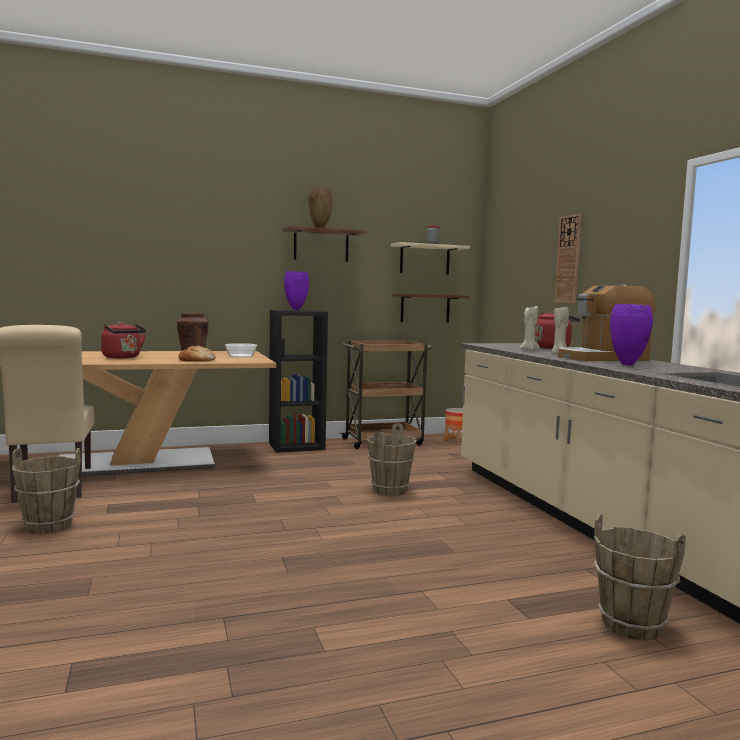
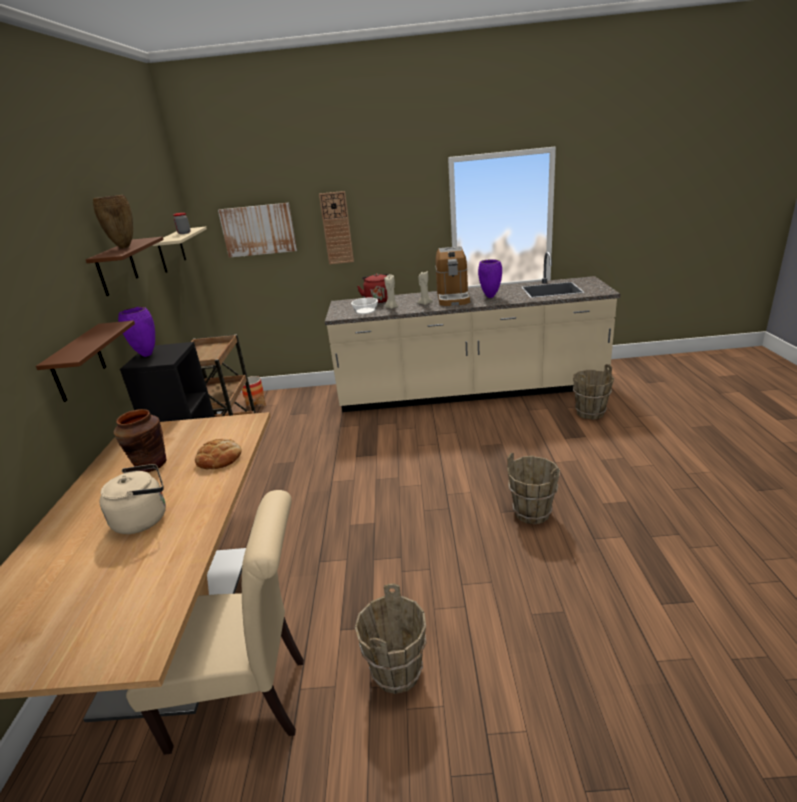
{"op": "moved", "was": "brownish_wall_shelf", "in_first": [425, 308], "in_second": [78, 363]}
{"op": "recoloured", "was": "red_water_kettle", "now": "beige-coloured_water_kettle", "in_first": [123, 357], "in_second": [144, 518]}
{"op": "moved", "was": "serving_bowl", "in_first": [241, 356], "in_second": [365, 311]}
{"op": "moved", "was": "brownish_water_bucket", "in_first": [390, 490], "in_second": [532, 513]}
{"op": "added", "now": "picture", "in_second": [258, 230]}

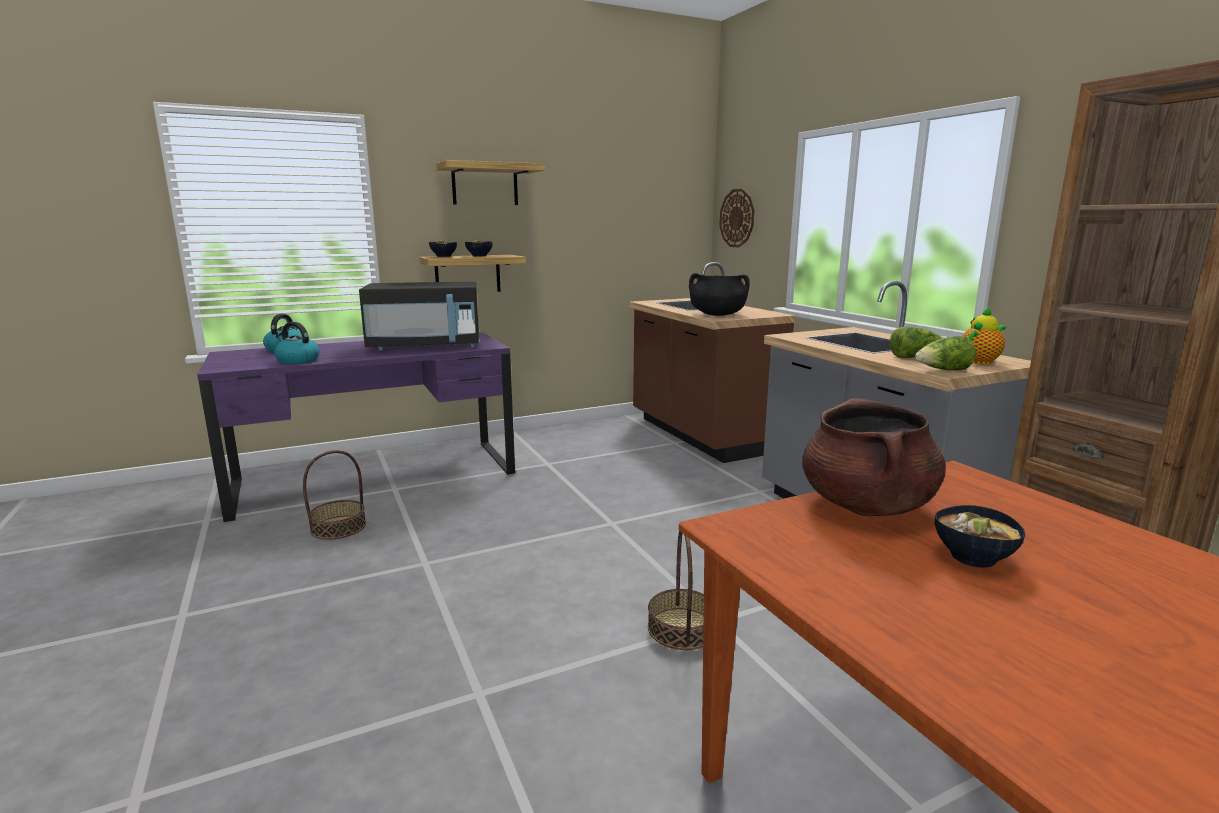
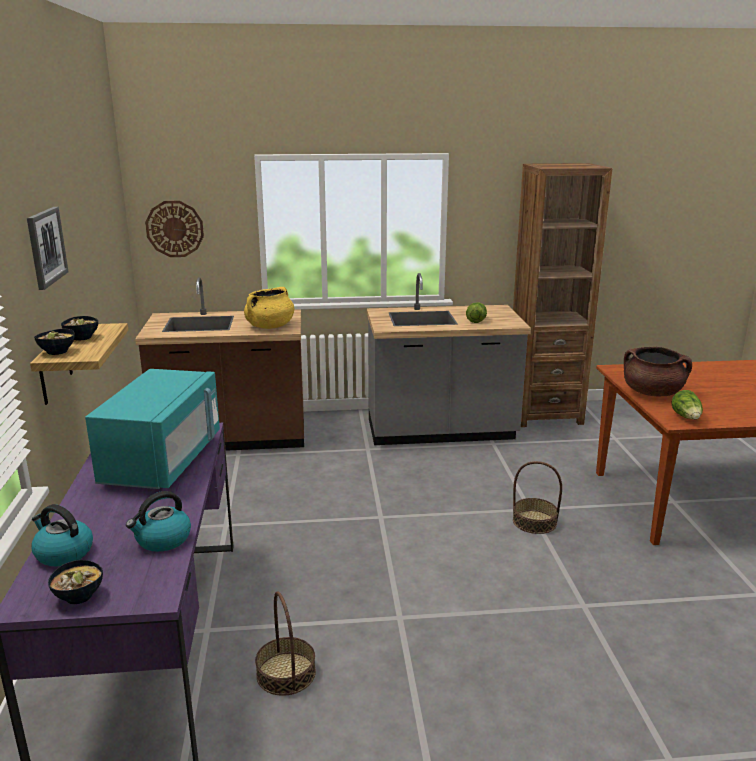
{"op": "replaced", "was": "wall_shelf", "now": "picture", "in_first": [485, 185], "in_second": [46, 247]}
{"op": "recoloured", "was": "blackish_stockpot", "now": "yellowish_stockpot", "in_first": [717, 315], "in_second": [270, 326]}
{"op": "recoloured", "was": "blackish_microwave", "now": "turquoise-coloured_microwave", "in_first": [426, 346], "in_second": [163, 461]}
{"op": "removed", "was": "pot_for_tea", "in_first": [980, 361]}
{"op": "moved", "was": "head_of_lettuce", "in_first": [943, 371], "in_second": [687, 417]}
{"op": "moved", "was": "serving_bowl", "in_first": [971, 558], "in_second": [78, 597]}

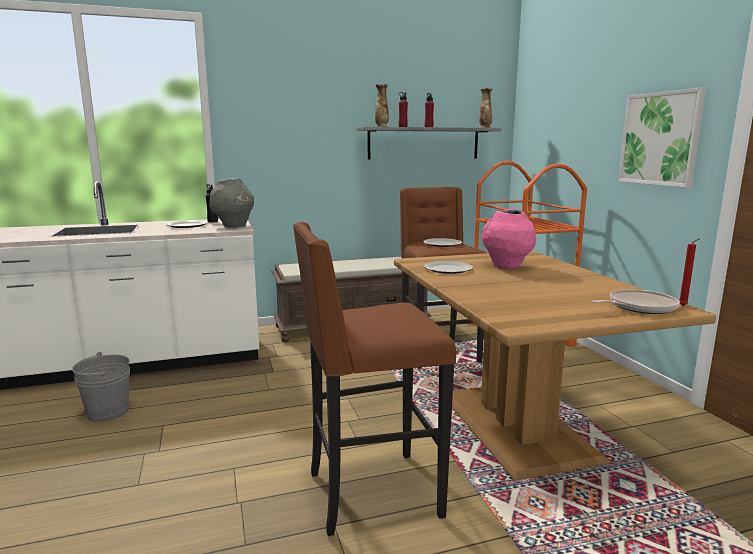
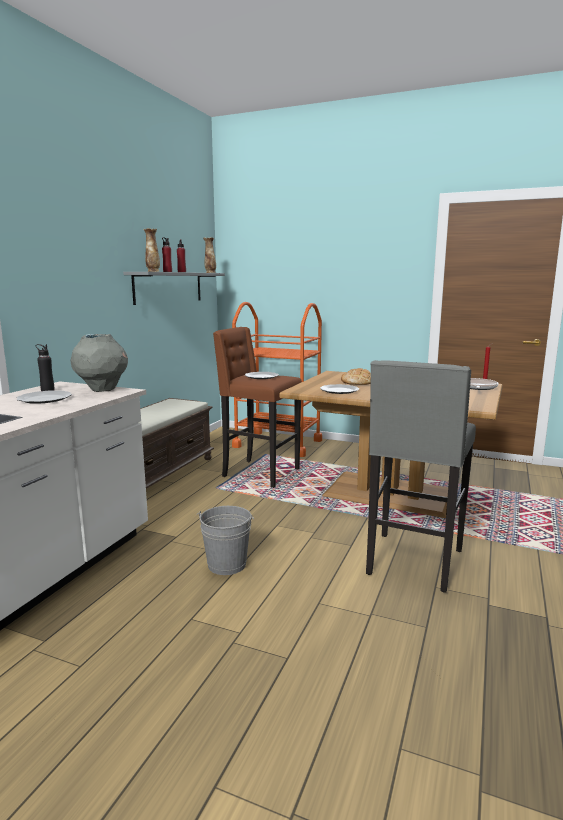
{"op": "removed", "was": "picture", "in_first": [660, 139]}
{"op": "replaced", "was": "pink-coloured_decorative_vase", "now": "baked_bread", "in_first": [506, 266], "in_second": [357, 382]}
{"op": "recoloured", "was": "brownish_stool_seat", "now": "greyish_stool_seat", "in_first": [370, 494], "in_second": [413, 563]}
{"op": "moved", "was": "greyish_water_bucket", "in_first": [108, 412], "in_second": [226, 564]}

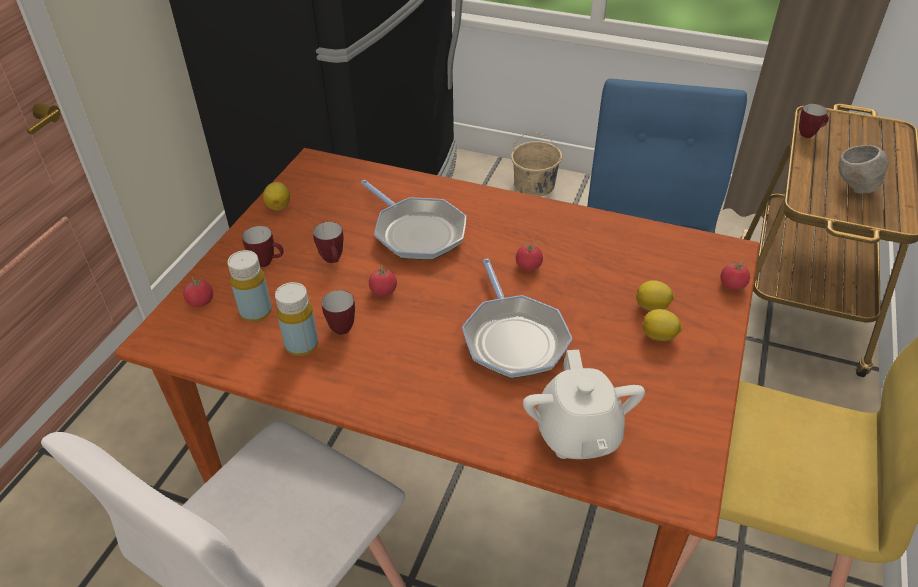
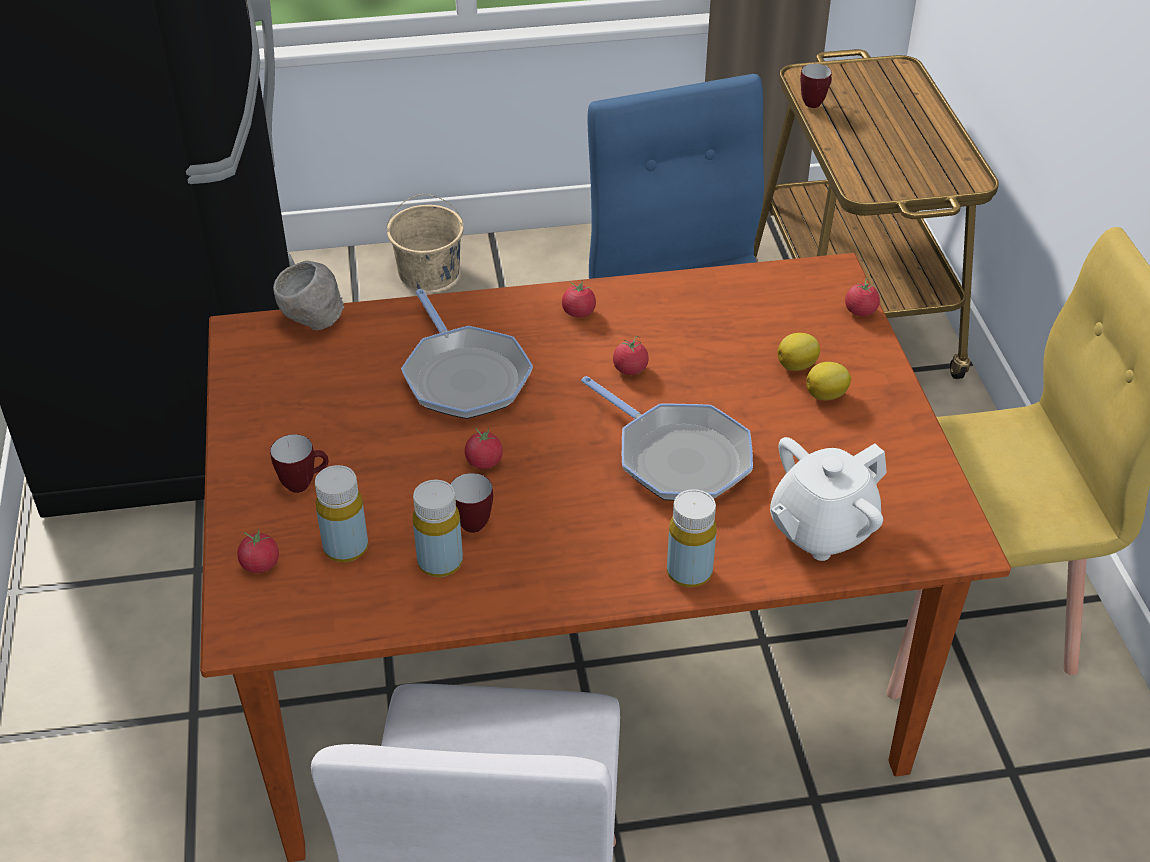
{"op": "moved", "was": "greyish_serving_bowl", "in_first": [855, 188], "in_second": [313, 323]}
{"op": "turned", "was": "frying_pan", "in_first": [417, 232], "in_second": [464, 376], "clockwise": 45}
{"op": "removed", "was": "whole_lemon", "in_first": [279, 206]}
{"op": "removed", "was": "tea_mug", "in_first": [333, 261]}
{"op": "turned", "was": "whitish_pot_for_tea", "in_first": [578, 435], "in_second": [821, 530], "clockwise": 90}
{"op": "added", "now": "tomato", "in_second": [578, 312]}
{"op": "added", "now": "yellowish_drink_bottle", "in_second": [689, 572]}

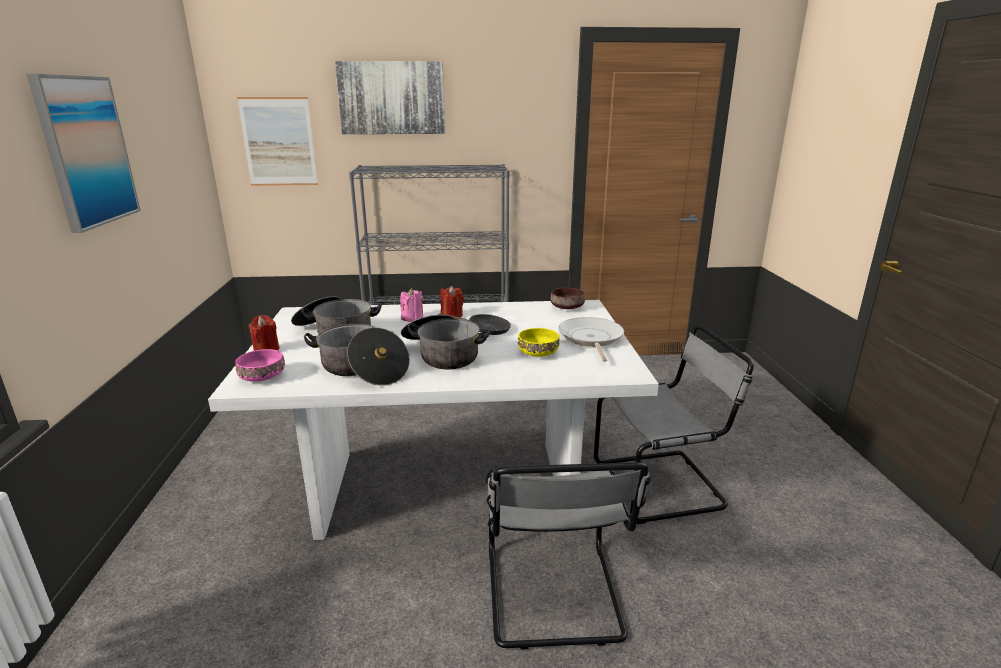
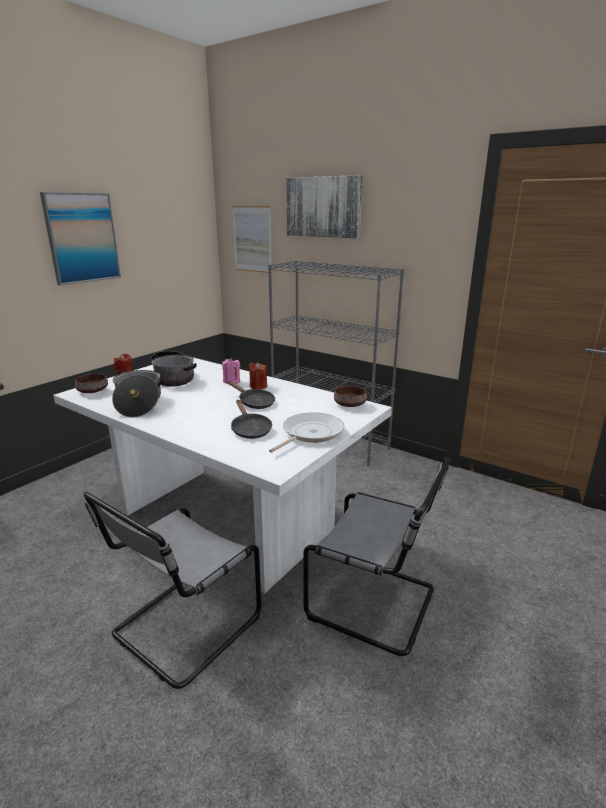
{"op": "removed", "was": "stockpot", "in_first": [442, 354]}
{"op": "replaced", "was": "yellowish_serving_bowl", "now": "blackish_frying_pan", "in_first": [537, 353], "in_second": [250, 430]}
{"op": "recoloured", "was": "pink-coloured_serving_bowl", "now": "brownish_serving_bowl", "in_first": [261, 377], "in_second": [92, 391]}

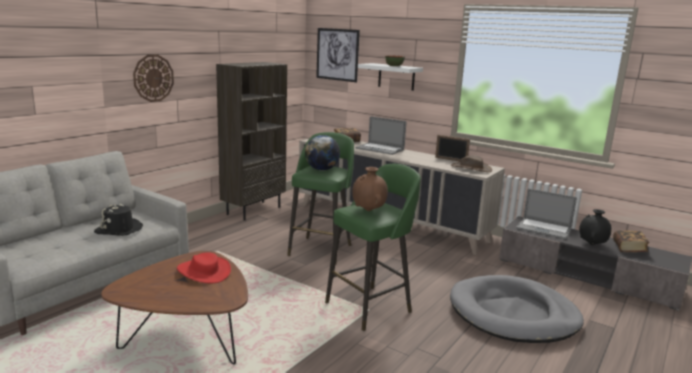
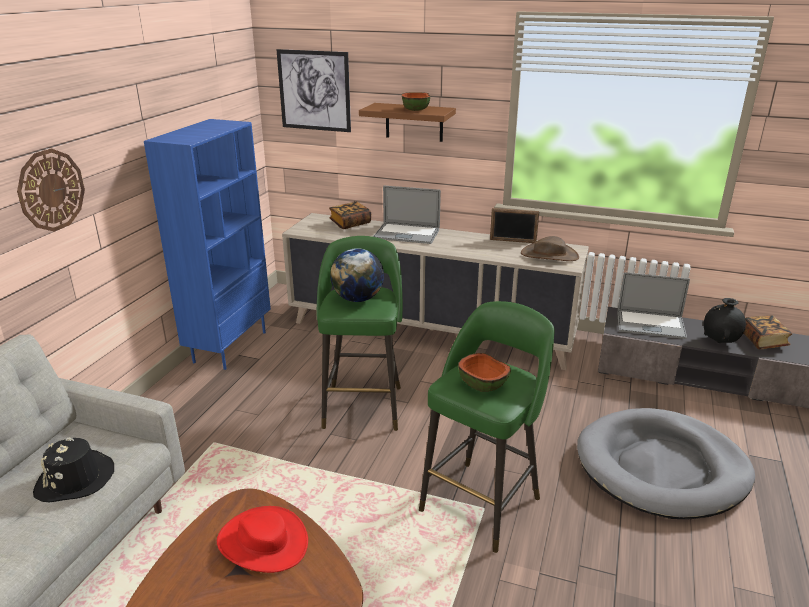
{"op": "recoloured", "was": "brownish_bookcase", "now": "blue-coloured_bookcase", "in_first": [253, 210], "in_second": [230, 346]}
{"op": "recoloured", "was": "whitish_wall_shelf", "now": "brownish_wall_shelf", "in_first": [396, 77], "in_second": [414, 122]}
{"op": "replaced", "was": "brownish_decorative_vase", "now": "serving_bowl", "in_first": [369, 210], "in_second": [483, 385]}

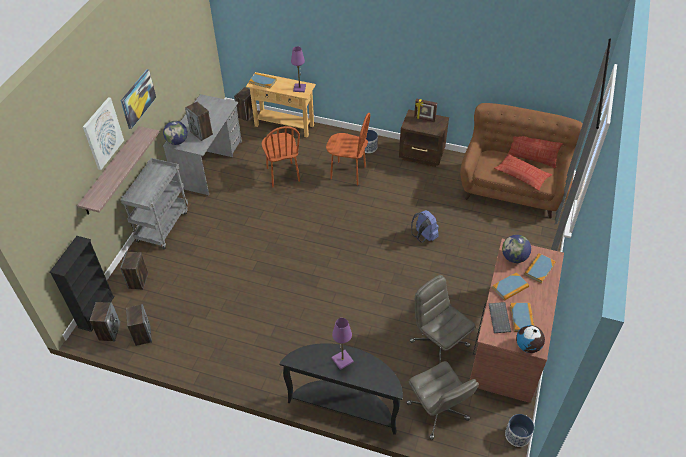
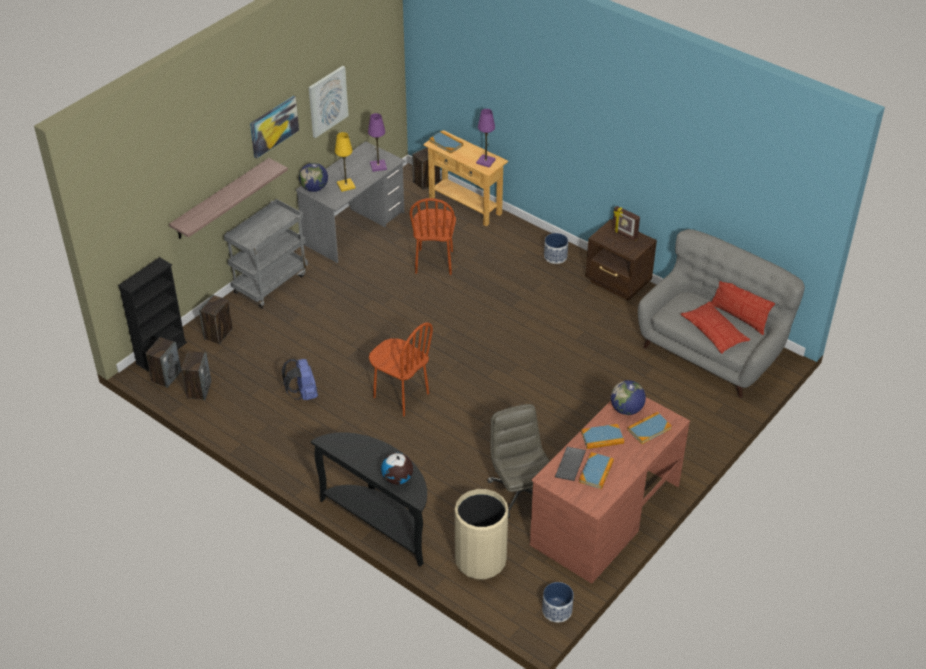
{"op": "moved", "was": "picture", "in_first": [103, 133], "in_second": [327, 101]}
{"op": "replaced", "was": "speaker", "now": "yellowish_table_lamp", "in_first": [201, 133], "in_second": [346, 186]}
{"op": "recoloured", "was": "brownish_couch", "now": "greyish_couch", "in_first": [512, 189], "in_second": [712, 351]}
{"op": "moved", "was": "brownish_upright_chair", "in_first": [348, 173], "in_second": [401, 396]}
{"op": "moved", "was": "blue-coloured_knapsack", "in_first": [423, 237], "in_second": [303, 394]}
{"op": "moved", "was": "purple_table_lamp", "in_first": [342, 360], "in_second": [378, 166]}
{"op": "moved", "was": "desk_globe", "in_first": [528, 346], "in_second": [397, 479]}
{"op": "replaced", "was": "greyish_office_chair", "now": "beige-coloured_trash_can", "in_first": [438, 412], "in_second": [480, 560]}

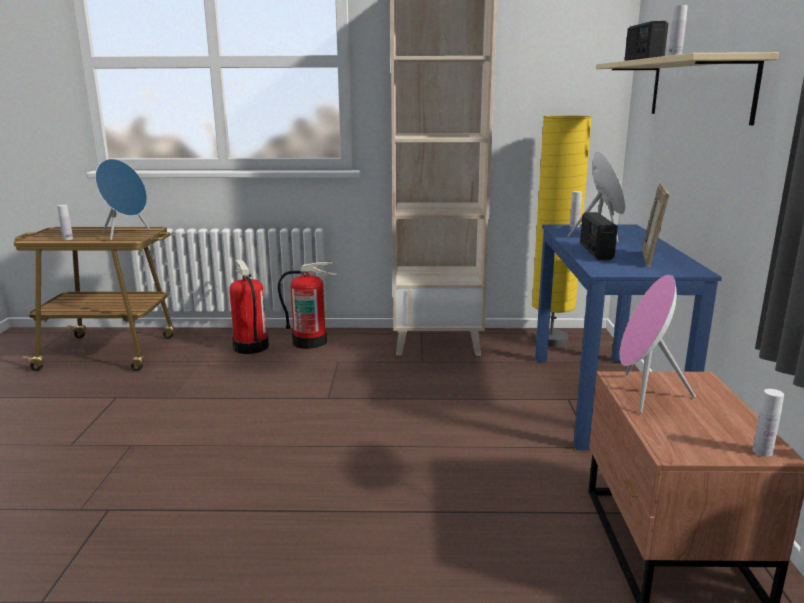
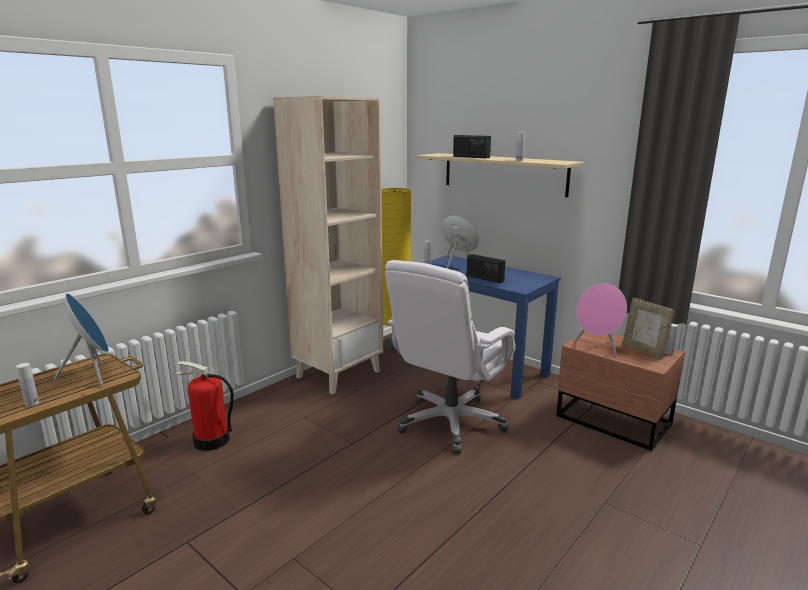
{"op": "moved", "was": "picture_frame", "in_first": [650, 259], "in_second": [643, 350]}
{"op": "removed", "was": "extinguisher", "in_first": [310, 342]}
{"op": "added", "now": "whitish_office_chair", "in_second": [450, 423]}

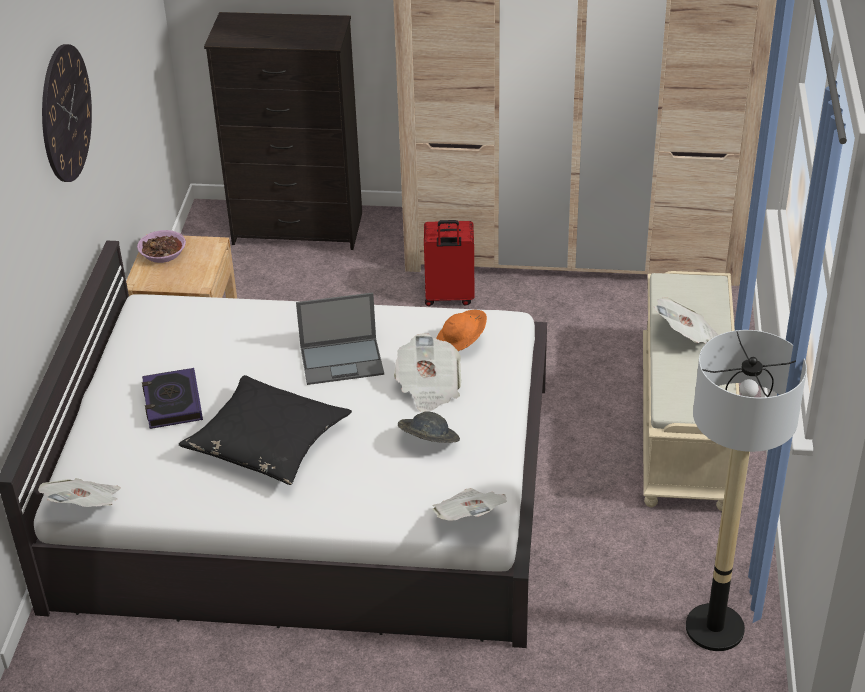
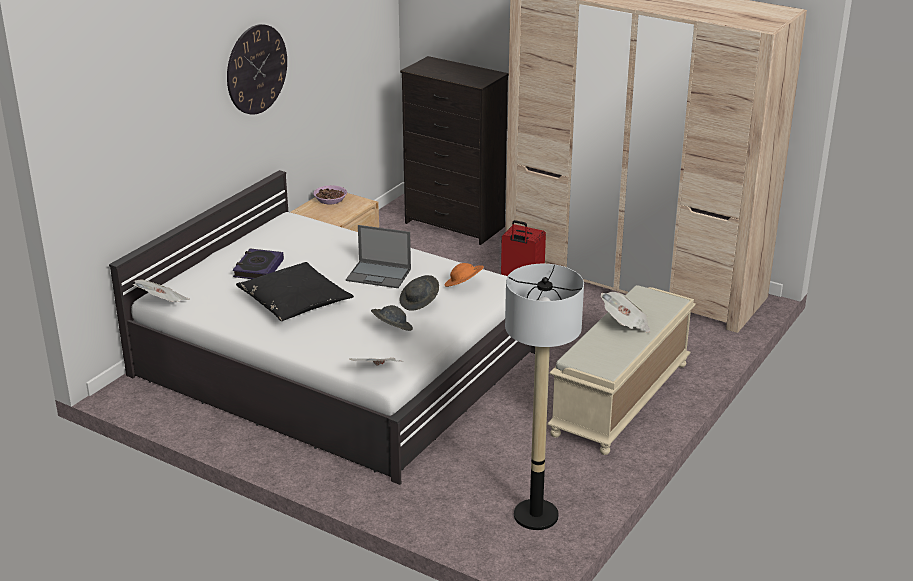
{"op": "replaced", "was": "newspaper", "now": "greyish_hat", "in_first": [428, 388], "in_second": [419, 302]}

